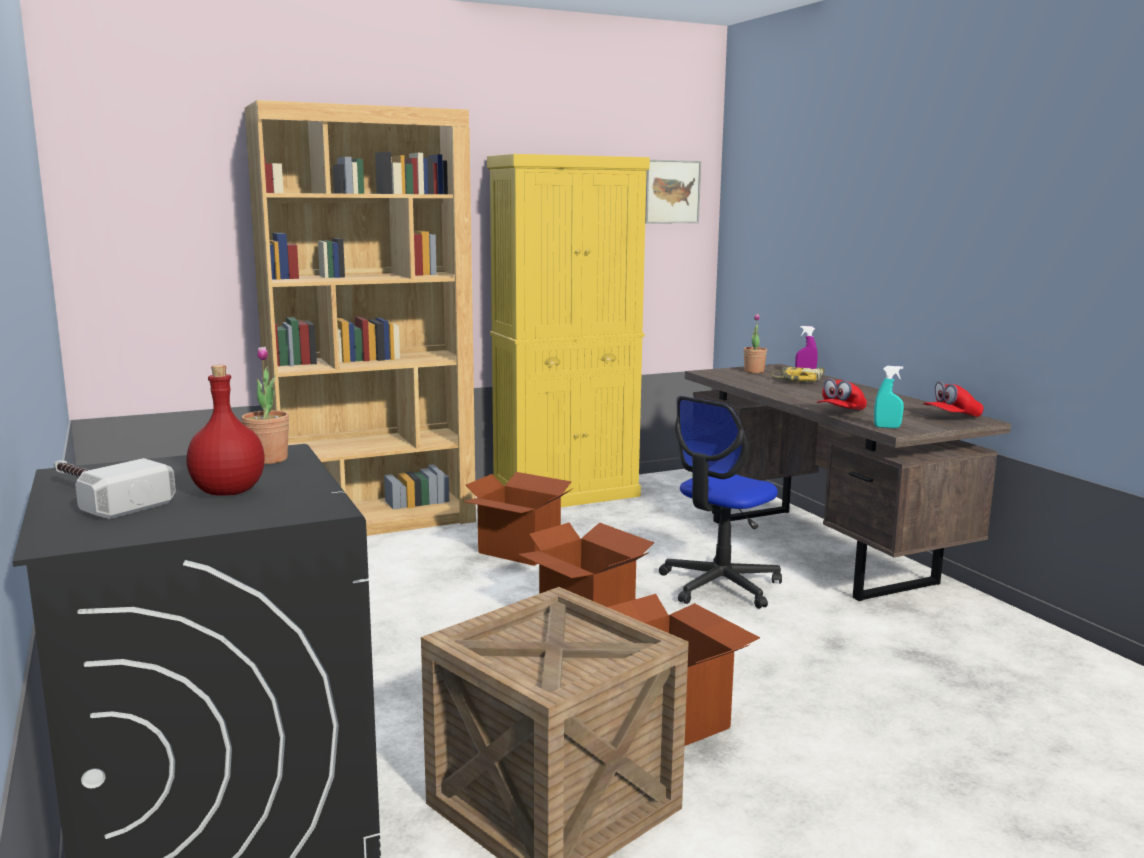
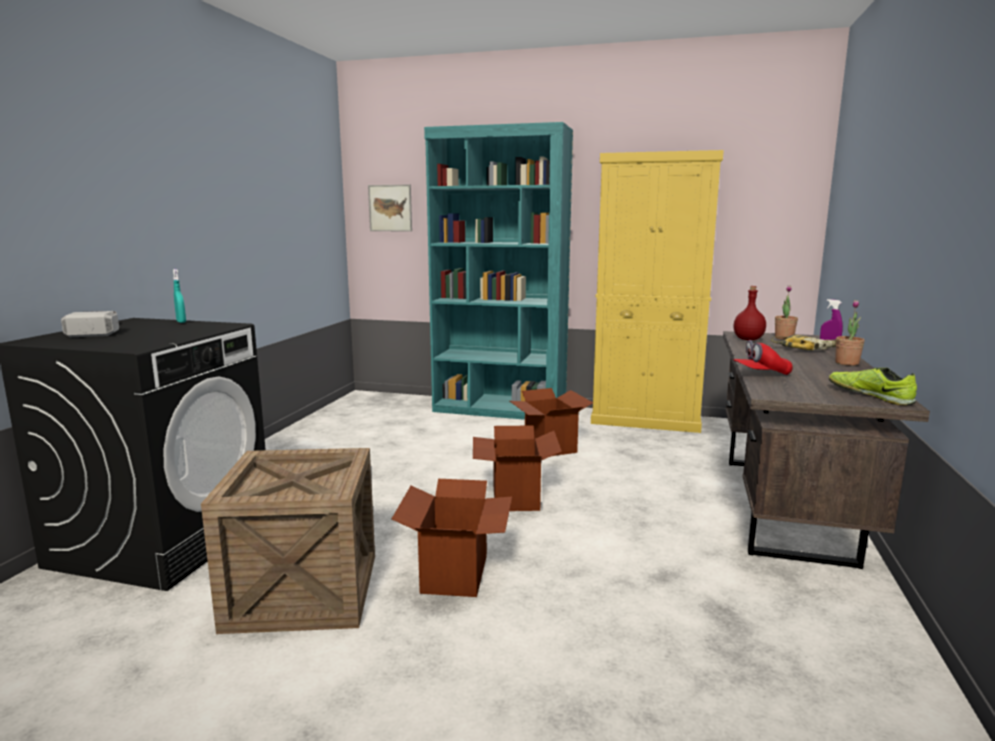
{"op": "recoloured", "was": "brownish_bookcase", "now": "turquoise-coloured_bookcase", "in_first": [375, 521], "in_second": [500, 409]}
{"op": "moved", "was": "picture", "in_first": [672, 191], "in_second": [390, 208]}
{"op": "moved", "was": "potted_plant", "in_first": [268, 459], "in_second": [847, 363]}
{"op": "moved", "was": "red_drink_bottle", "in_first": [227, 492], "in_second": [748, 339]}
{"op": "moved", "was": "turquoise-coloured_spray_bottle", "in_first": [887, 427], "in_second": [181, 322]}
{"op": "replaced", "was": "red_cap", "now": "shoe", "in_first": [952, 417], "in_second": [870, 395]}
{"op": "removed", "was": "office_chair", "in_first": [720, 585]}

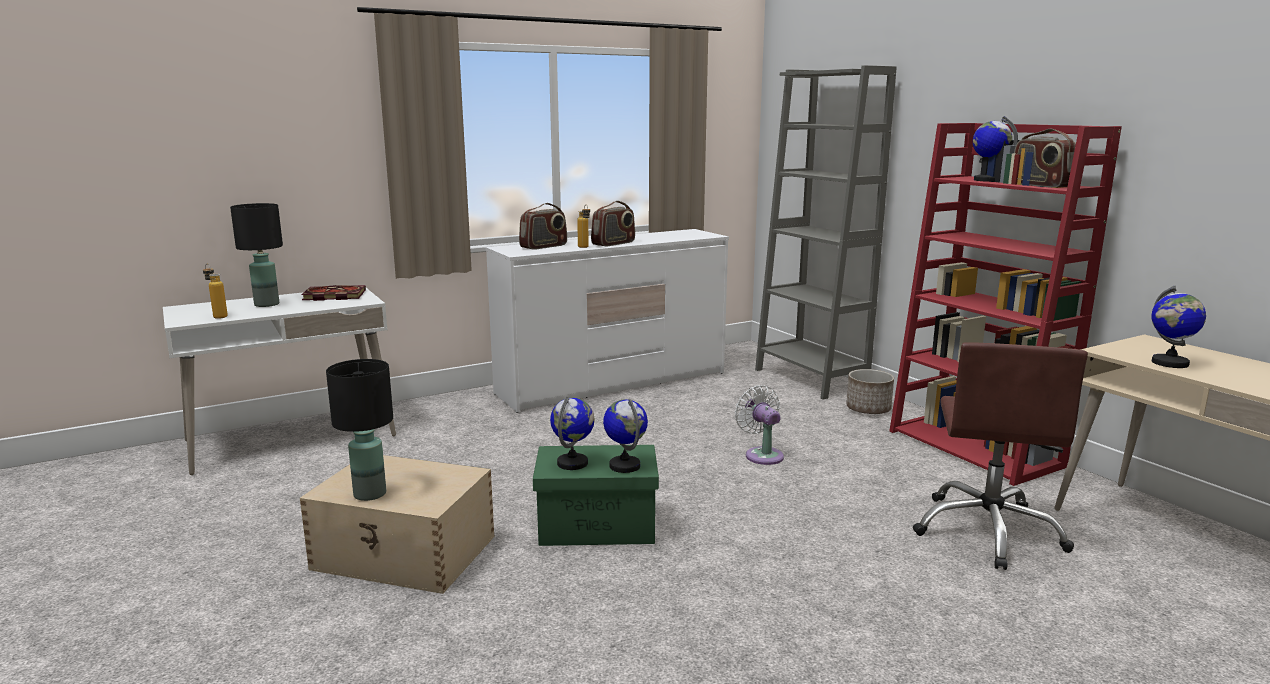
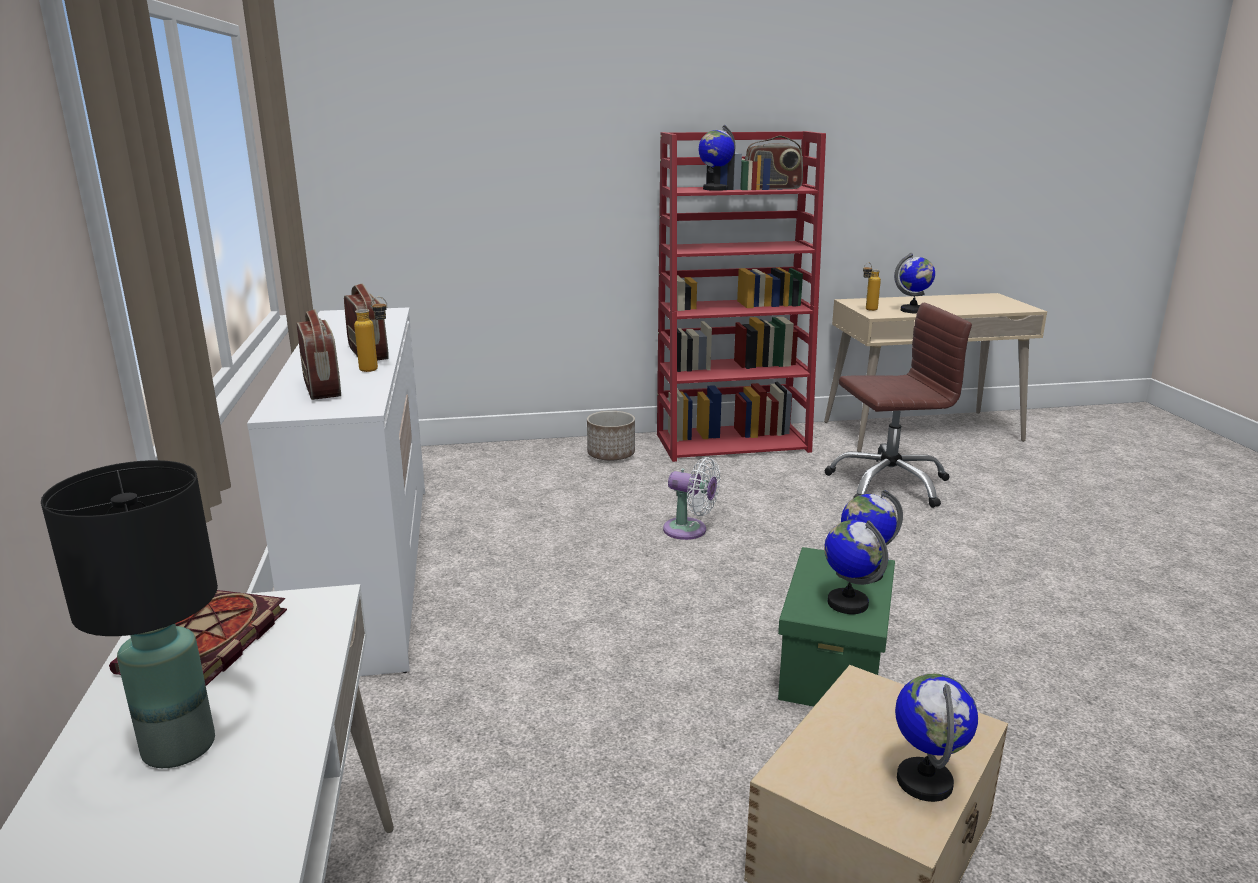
{"op": "removed", "was": "greyish_bookcase", "in_first": [810, 379]}
{"op": "moved", "was": "drink_bottle", "in_first": [217, 316], "in_second": [867, 310]}
{"op": "turned", "was": "brownish_office_chair", "in_first": [988, 531], "in_second": [888, 484], "clockwise": -45}
{"op": "replaced", "was": "blackish_table_lamp", "now": "desk_globe", "in_first": [370, 493], "in_second": [925, 781]}
{"op": "turned", "was": "whitish_fan", "in_first": [762, 455], "in_second": [689, 530], "clockwise": -150}

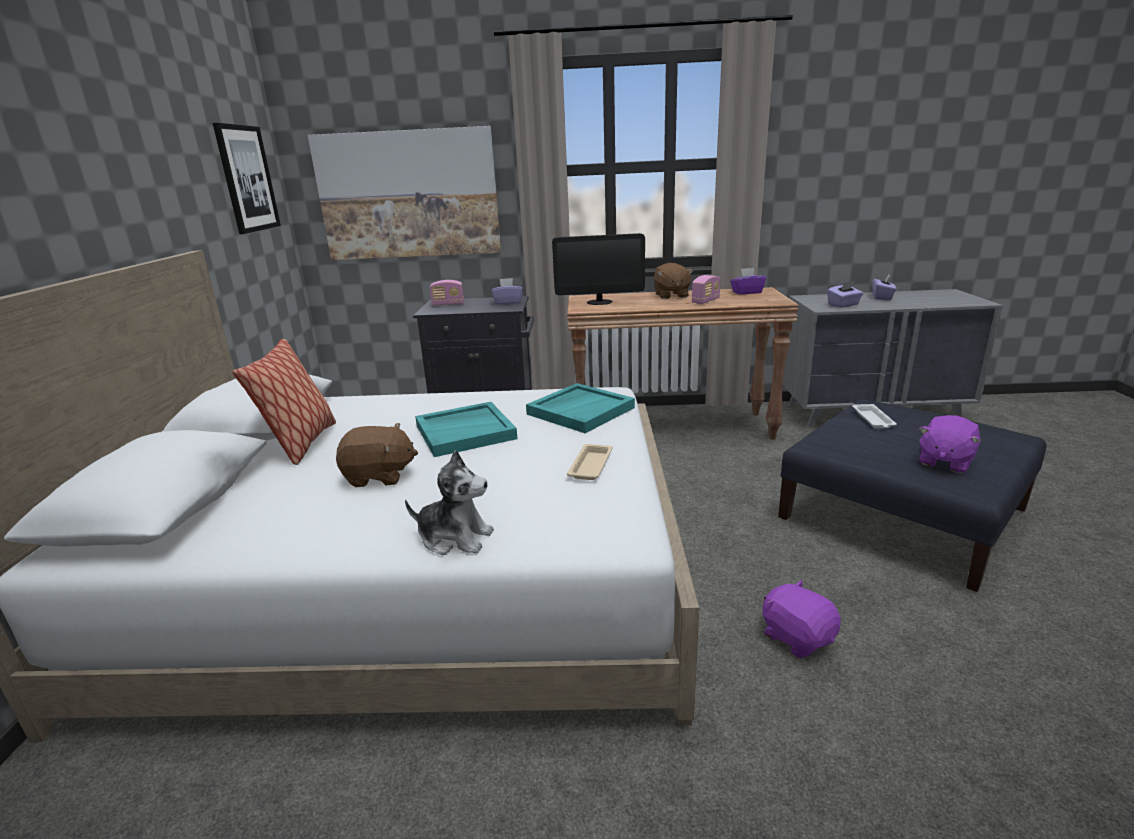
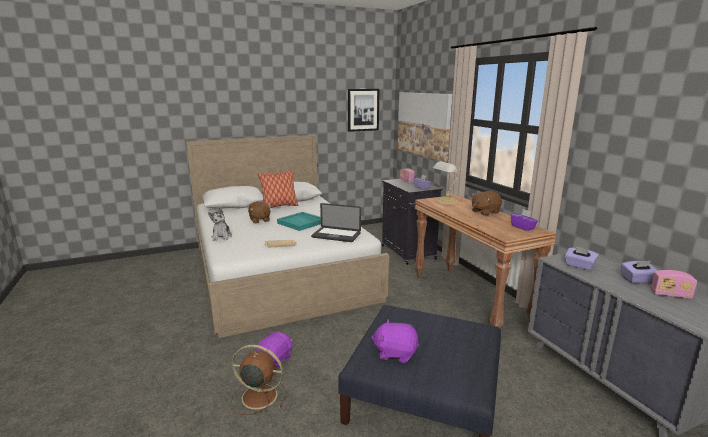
{"op": "replaced", "was": "computer_display", "now": "table_lamp", "in_first": [599, 302], "in_second": [446, 201]}
{"op": "moved", "was": "radio_set", "in_first": [705, 301], "in_second": [670, 295]}
{"op": "replaced", "was": "turquoise-coloured_tray", "now": "notebook_computer", "in_first": [580, 410], "in_second": [336, 235]}
{"op": "removed", "was": "whitish_tray", "in_first": [873, 419]}
{"op": "added", "now": "brownish_fan", "in_second": [258, 396]}

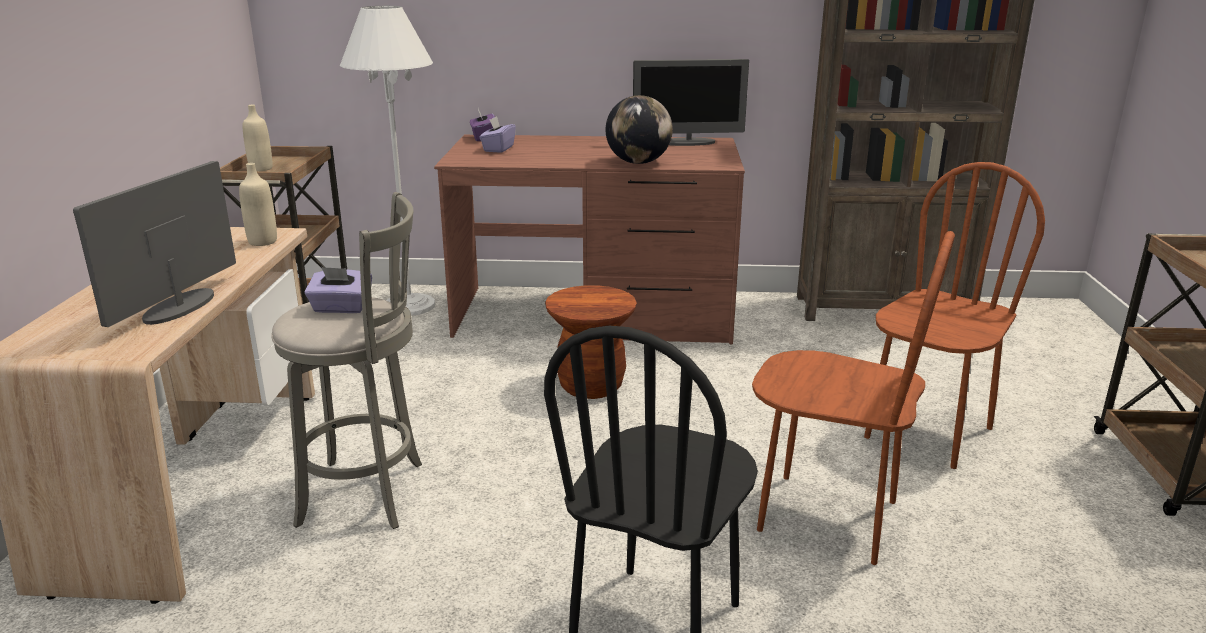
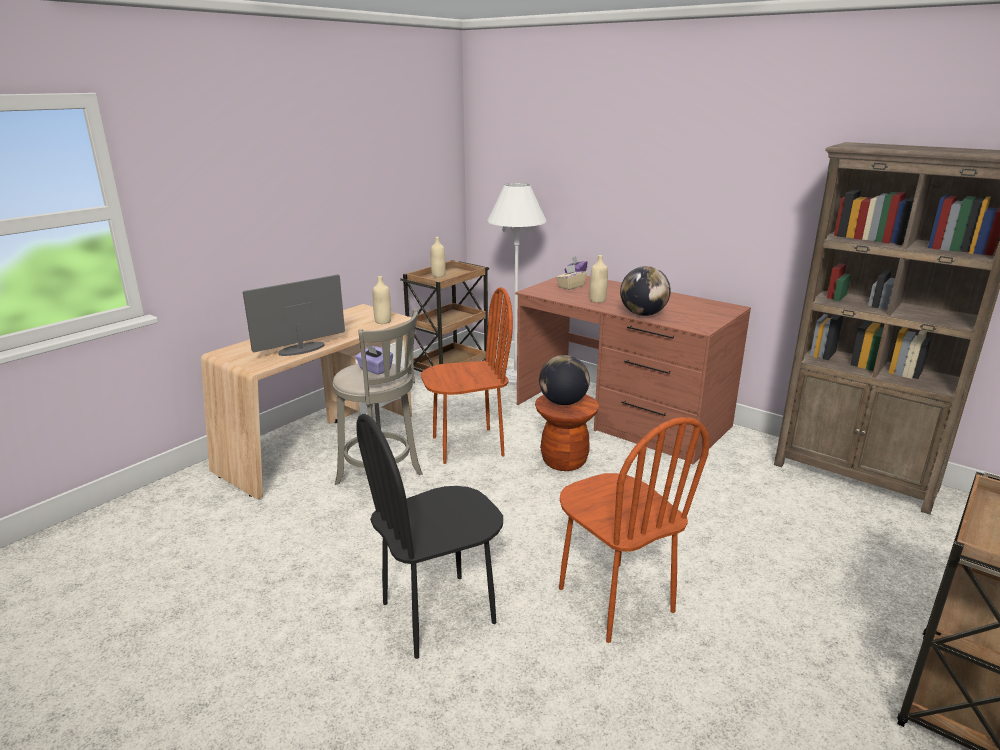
{"op": "removed", "was": "computer_display", "in_first": [688, 142]}
{"op": "recoloured", "was": "purple_tissue_box", "now": "beige-coloured_tissue_box", "in_first": [498, 149], "in_second": [571, 286]}
{"op": "moved", "was": "brownish_upright_chair", "in_first": [927, 432], "in_second": [467, 446]}
{"op": "added", "now": "beige-coloured_drink_bottle", "in_second": [597, 300]}
{"op": "added", "now": "desk_globe", "in_second": [563, 402]}

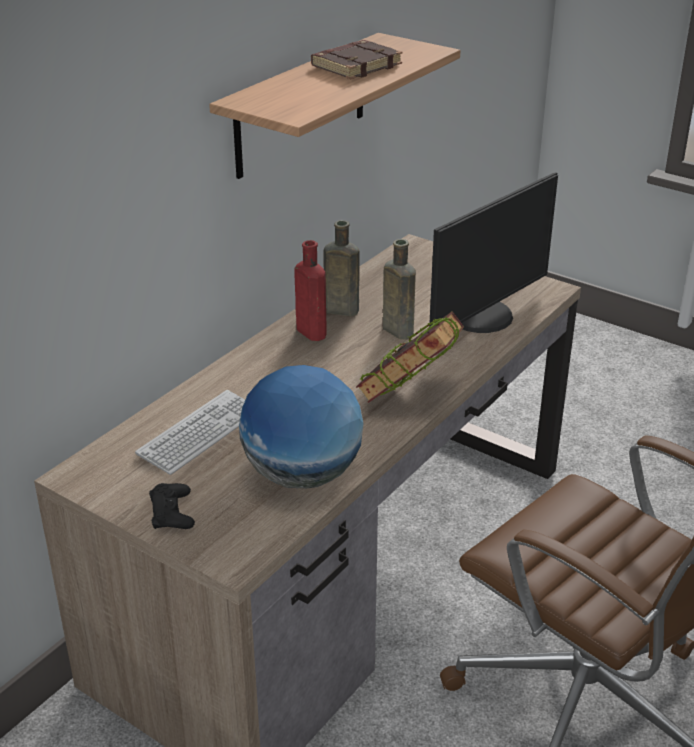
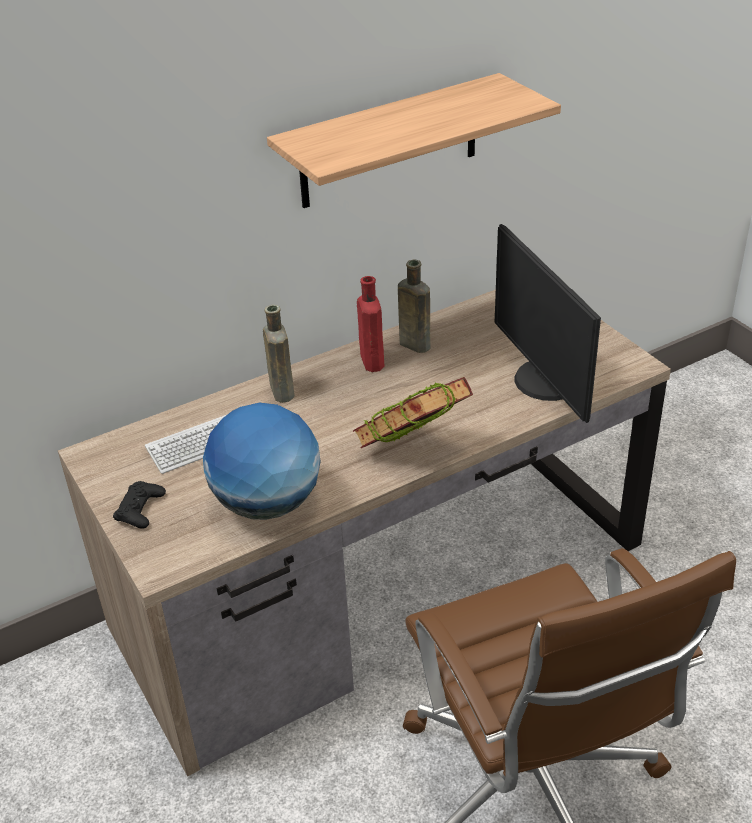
{"op": "removed", "was": "brownish_bound_book", "in_first": [356, 66]}
{"op": "turned", "was": "computer_display", "in_first": [483, 317], "in_second": [544, 381], "clockwise": 90}
{"op": "moved", "was": "brownish_drink_bottle", "in_first": [396, 330], "in_second": [281, 390]}

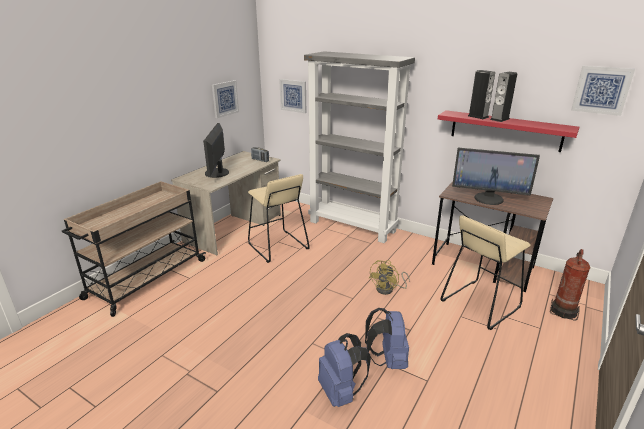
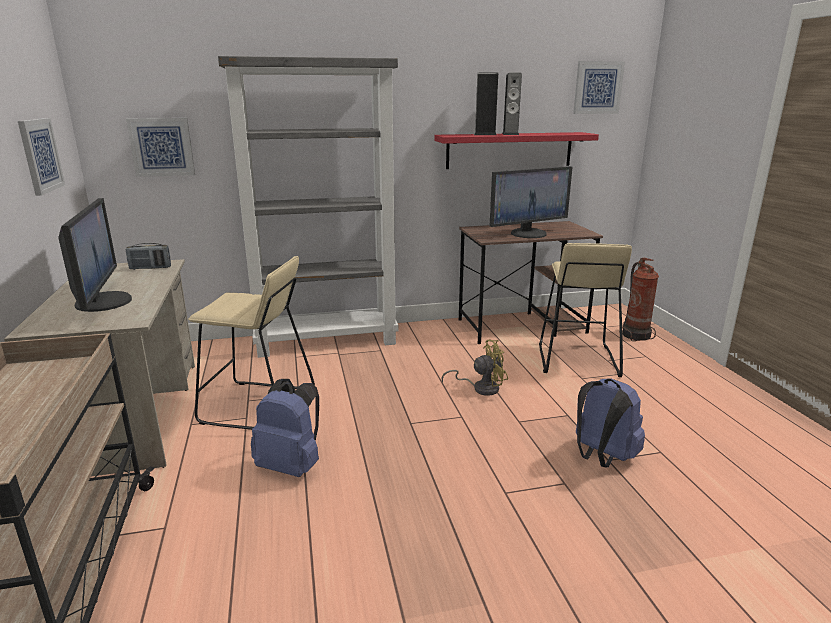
{"op": "turned", "was": "computer_display", "in_first": [217, 173], "in_second": [102, 302], "clockwise": -150}
{"op": "turned", "was": "yellowish_fan", "in_first": [388, 289], "in_second": [481, 388], "clockwise": -90}
{"op": "moved", "was": "blue-coloured_knapsack", "in_first": [341, 392], "in_second": [292, 465]}

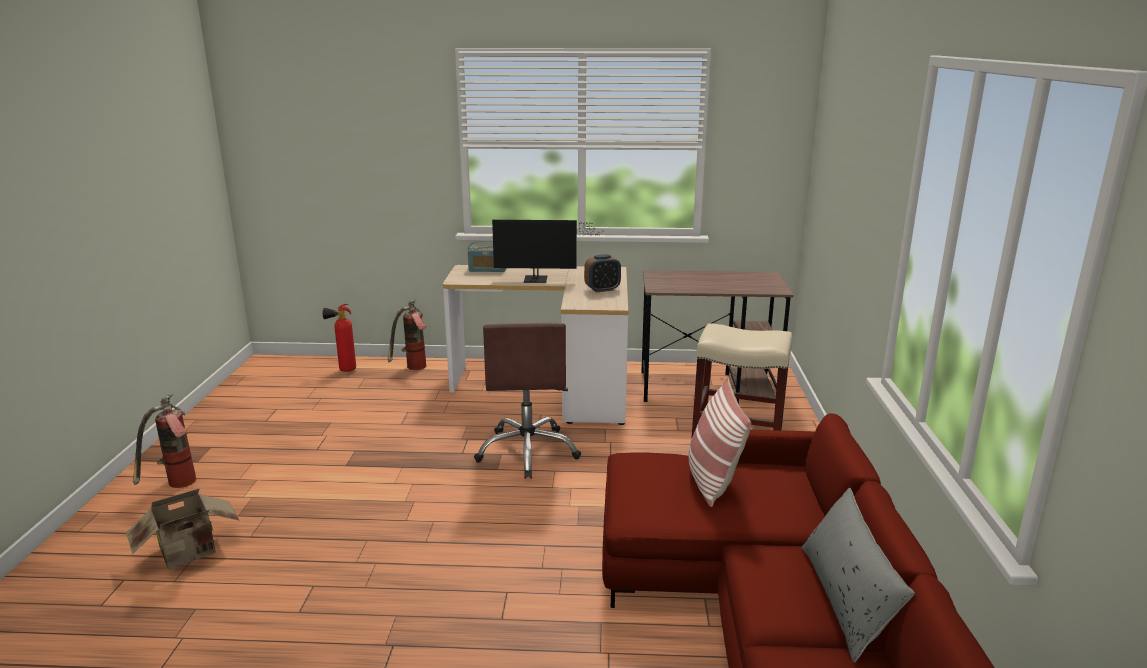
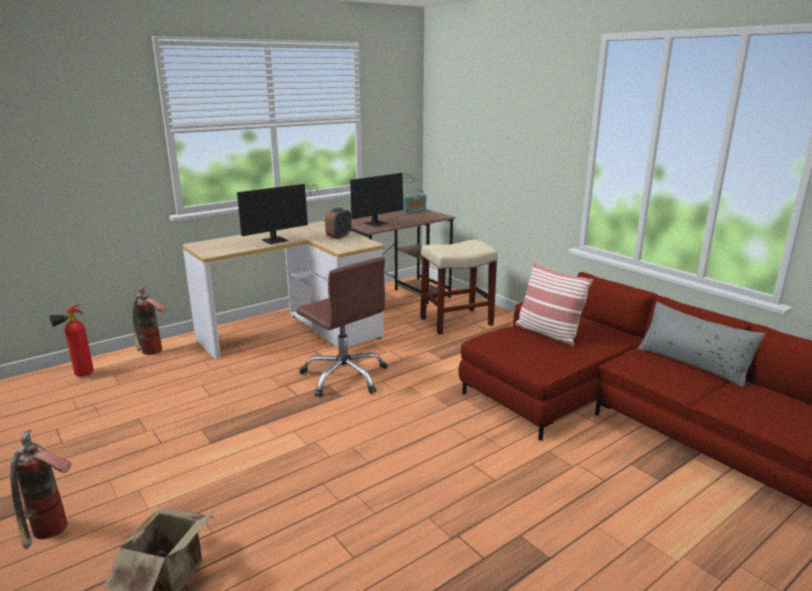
{"op": "moved", "was": "radio_set", "in_first": [487, 269], "in_second": [412, 211]}
{"op": "added", "now": "computer_display", "in_second": [379, 223]}

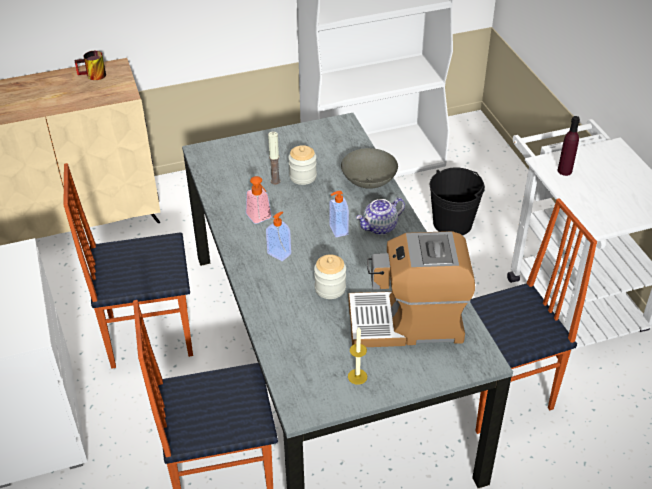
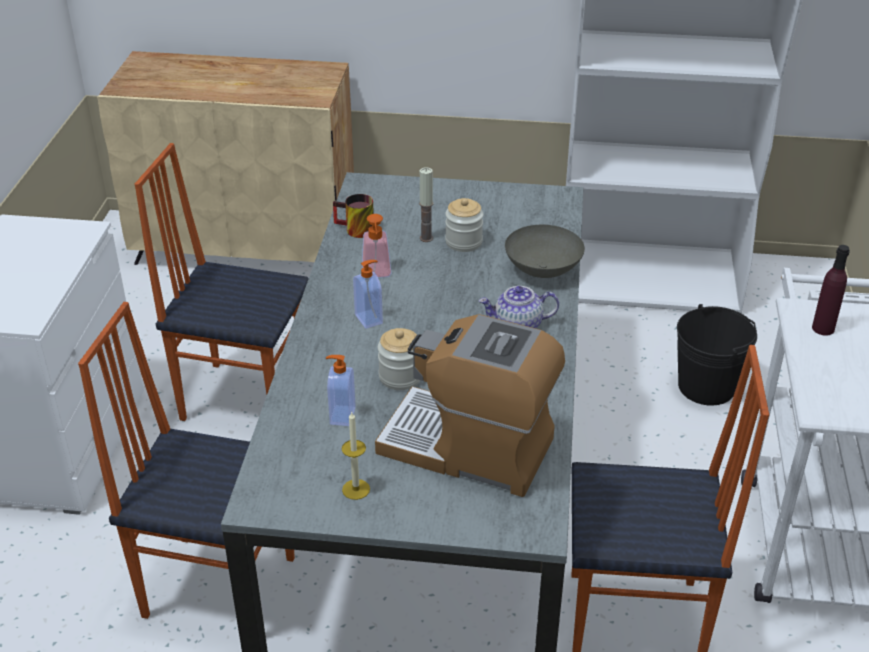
{"op": "moved", "was": "tea_mug", "in_first": [93, 76], "in_second": [354, 230]}
{"op": "moved", "was": "soap_dispenser", "in_first": [338, 230], "in_second": [341, 416]}

